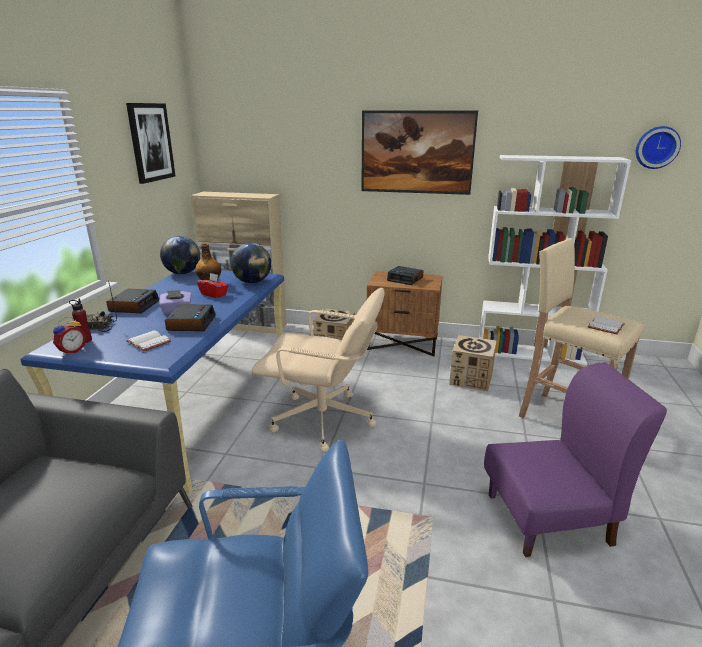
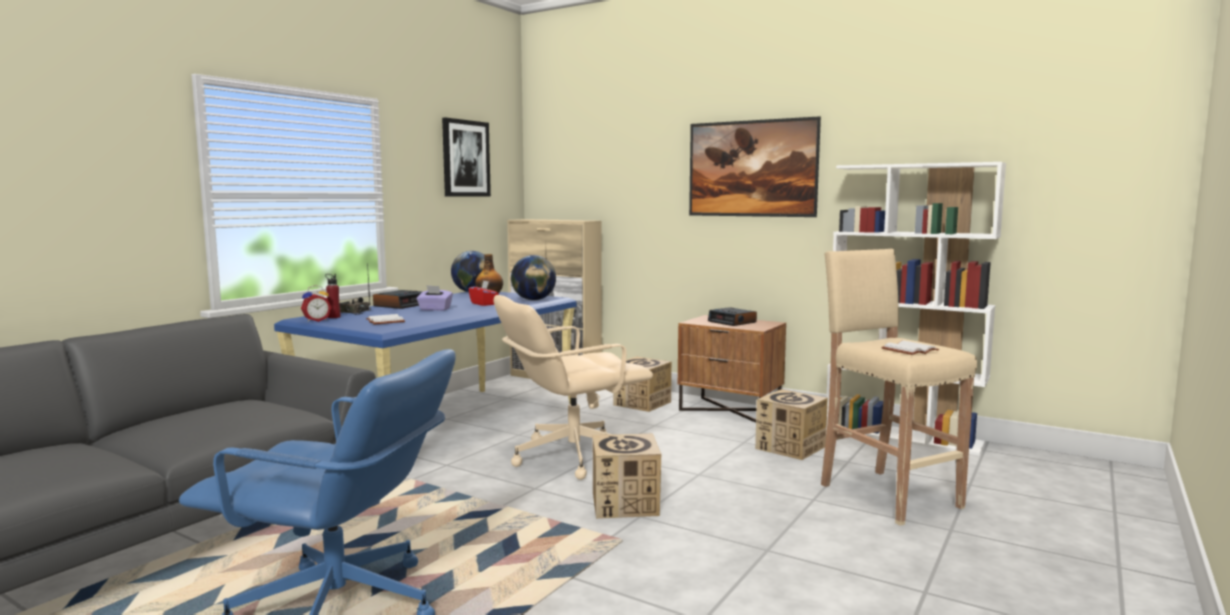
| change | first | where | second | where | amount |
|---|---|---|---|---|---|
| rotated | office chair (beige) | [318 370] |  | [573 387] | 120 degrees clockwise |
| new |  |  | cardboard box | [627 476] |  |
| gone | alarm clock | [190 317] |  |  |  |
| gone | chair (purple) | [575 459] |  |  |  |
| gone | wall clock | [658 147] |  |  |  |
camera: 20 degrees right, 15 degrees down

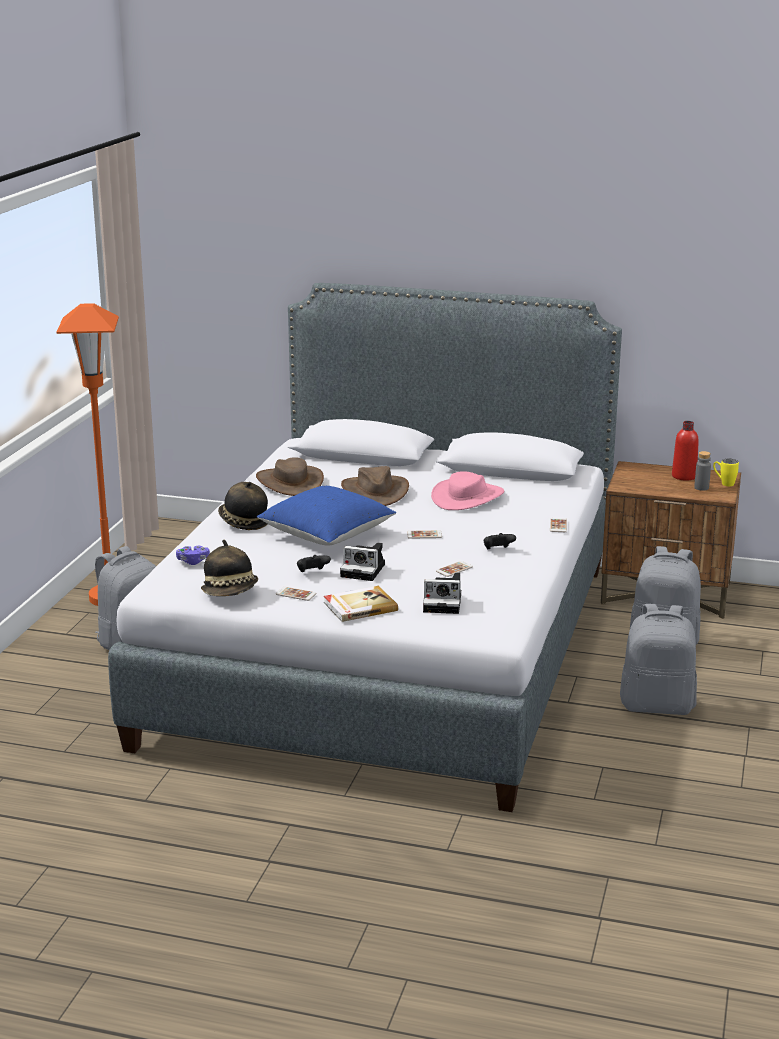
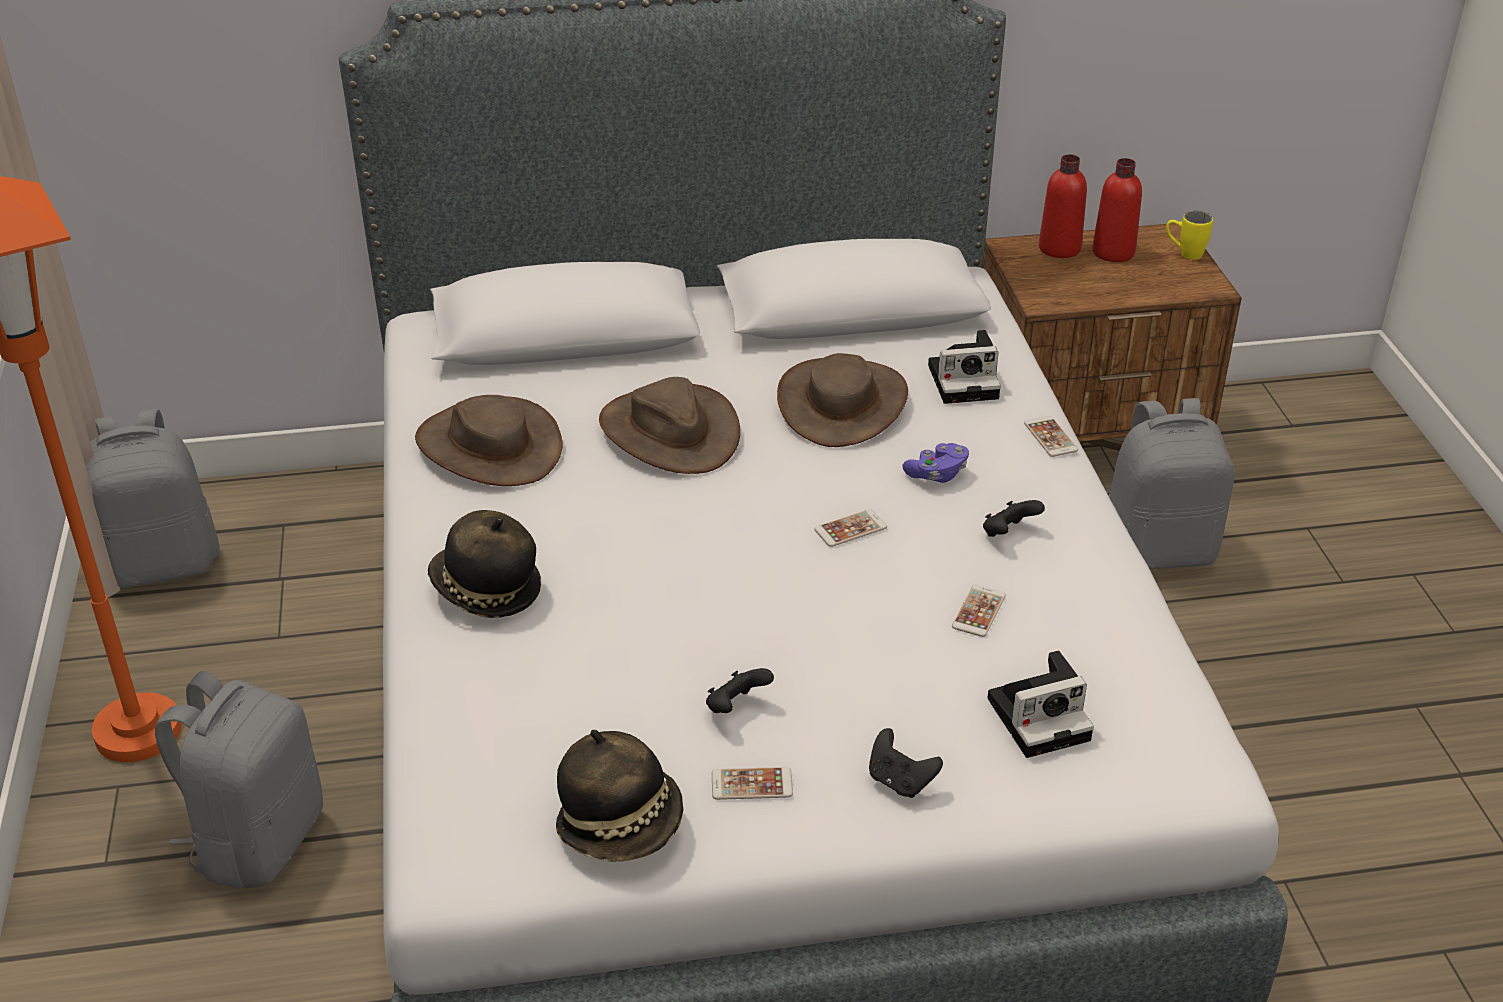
| change | first | where | second | where | amount |
|---|---|---|---|---|---|
| shifted | backpack (grey) | [658 659] |  | [153 499] |  |
| repainted | hat (pink) | [467 490] | hat (brown) | [842 400] |  |
| swapped | book | [361 604] | game controller (black) | [906 763] |  |
| shifted | game controller (purple) | [193 555] |  | [935 463] |  |
| shifted | photo camera | [362 561] |  | [964 367] |  |
| new |  |  | bottle (red) | [1063 206] |  |
| gone | pillow (blue) | [326 516] |  |  |  |
| gone | bottle (grey) | [702 471] |  |  |  |
camera: 25 degrees left, 15 degrees up

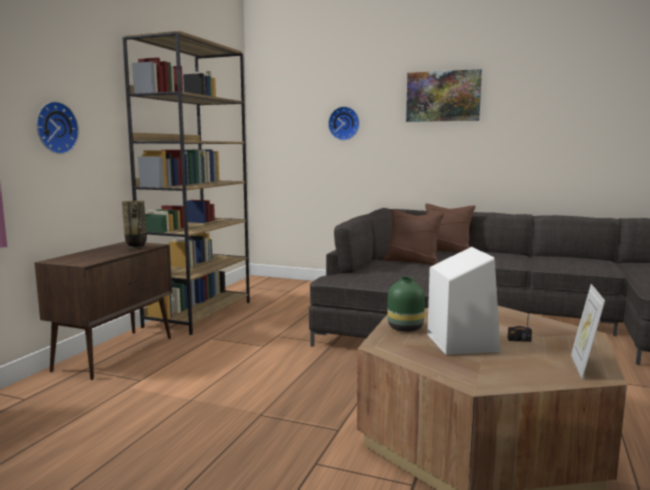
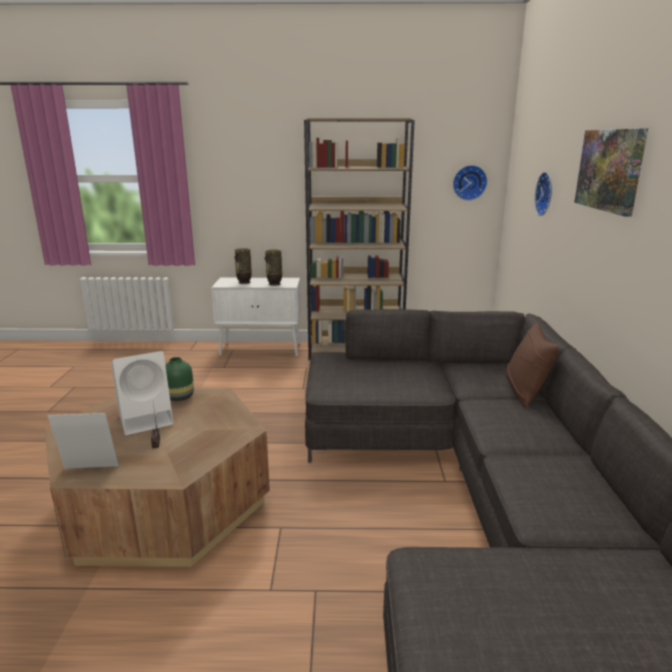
| change | first | where | second | where | amount |
|---|---|---|---|---|---|
| repainted | cabinet (brown) | [103 310] | cabinet (white) | [256 317] |  |
| new |  |  | vase | [243 266] |  |
| shifted | wall clock | [57 127] |  | [470 183] |  |
| gone | pillow (brown) | [414 237] |  |  |  |
camera: 70 degrees right, 10 degrees up

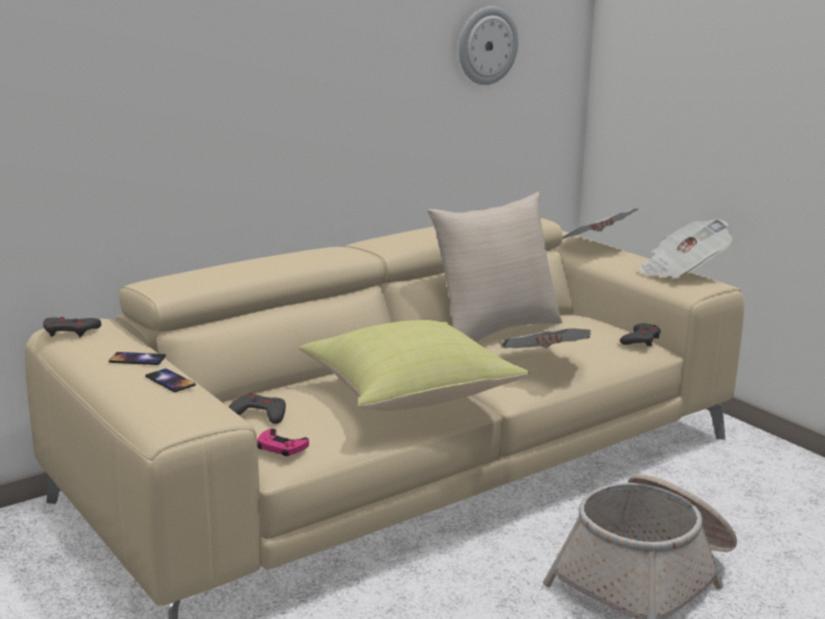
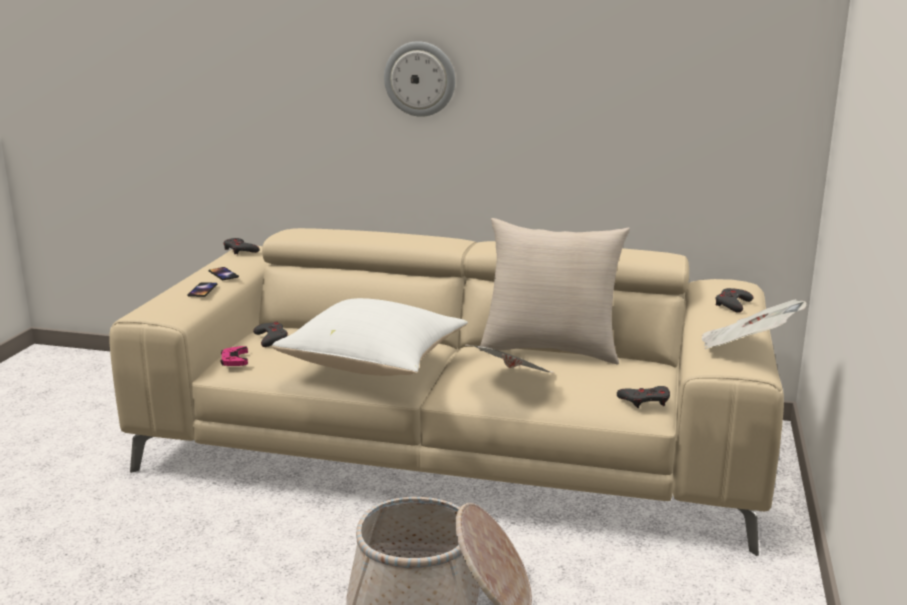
| change | first | where | second | where | amount |
|---|---|---|---|---|---|
| repainted | pillow (yellow) | [414 365] | pillow (white) | [370 337] |  |
| shifted | wall clock | [488 45] |  | [419 79] |  |
| swapped | newspaper | [600 223] | game controller (grey) | [734 300] |  |
camera: 50 degrees right, 0 degrees up

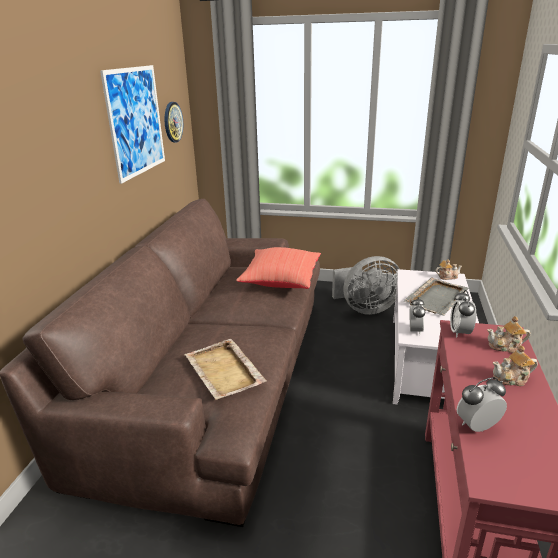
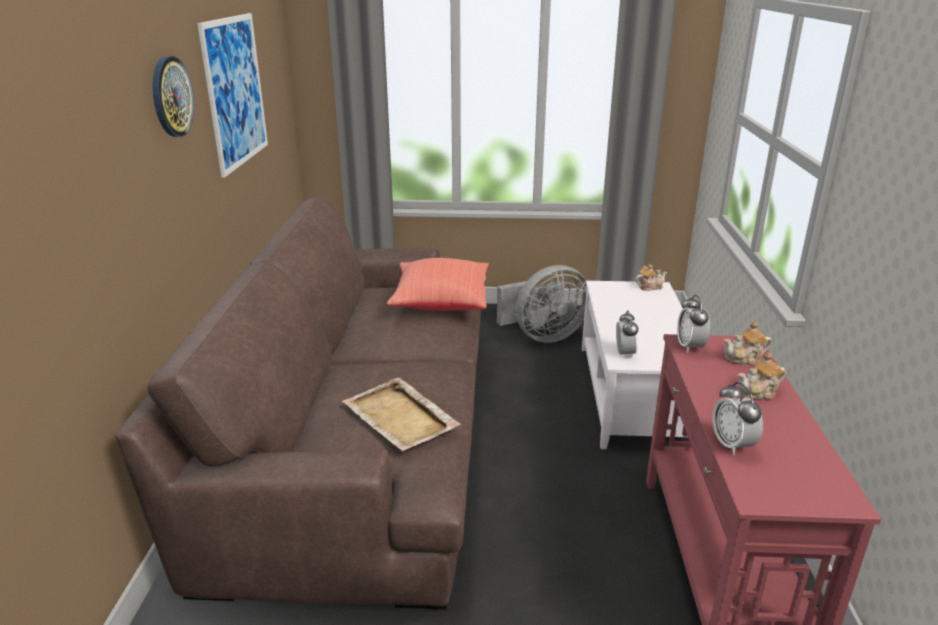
| change | first | where | second | where | amount |
|---|---|---|---|---|---|
| shifted | wall clock | [174 122] |  | [173 96] |  |
| rotated | alarm clock | [482 404] |  | [738 418] | 75 degrees counterclockwise |
| gone | tray (grey) | [436 296] |  |  |  |
camera: 10 degrees left, 0 degrees up

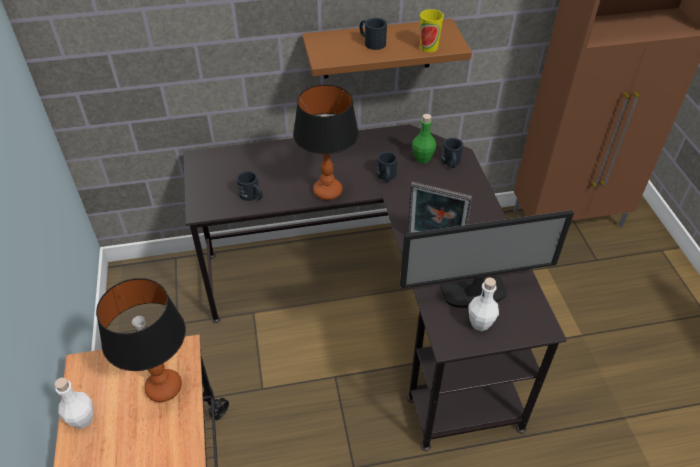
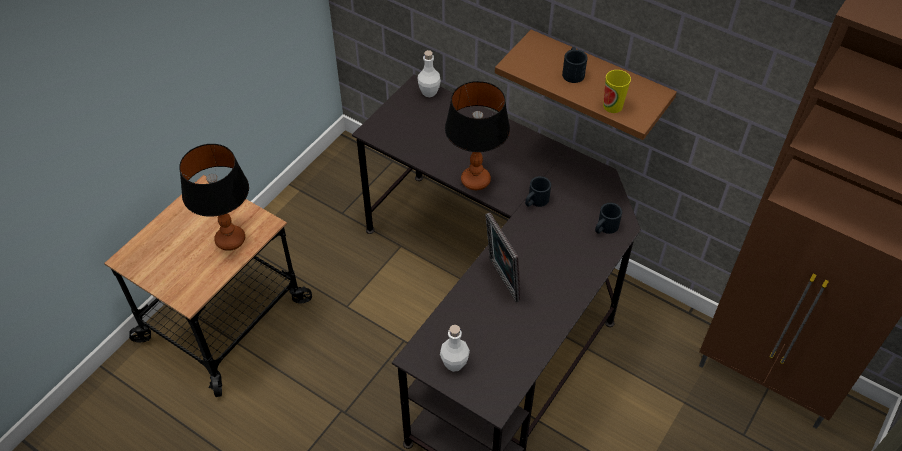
| change | first | where | second | where | amount |
|---|---|---|---|---|---|
| shifted | bottle (white) | [74 403] |  | [429 73] |  |
| gone | mug (black) | [250 186] |  |  |  |
| gone | monitor | [487 259] |  |  |  |
| gone | bottle (green) | [424 139] |  |  |  |
camera: 45 degrees right, 5 degrees up

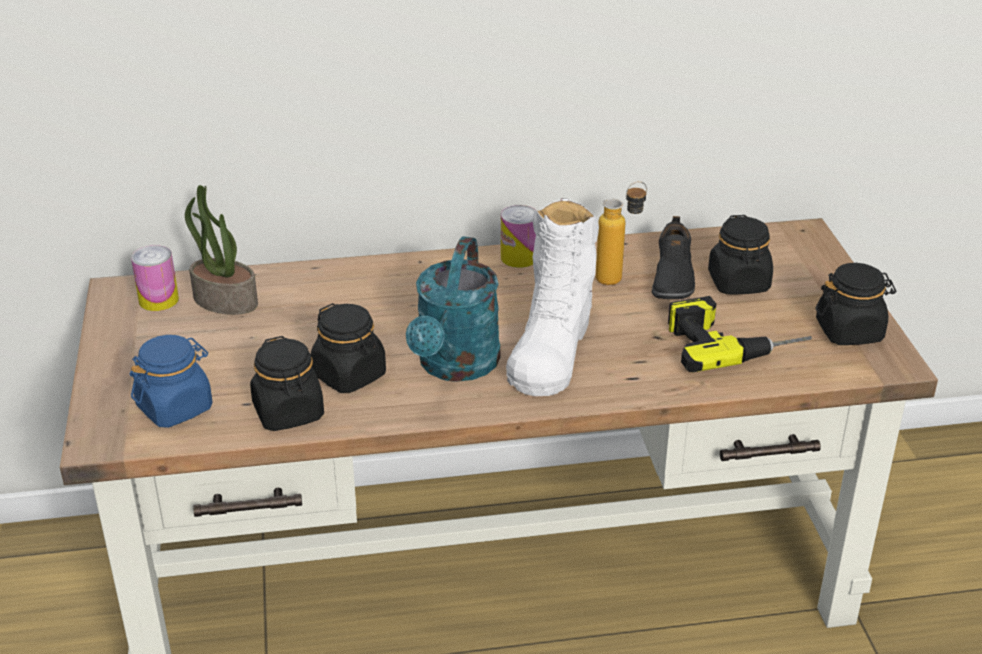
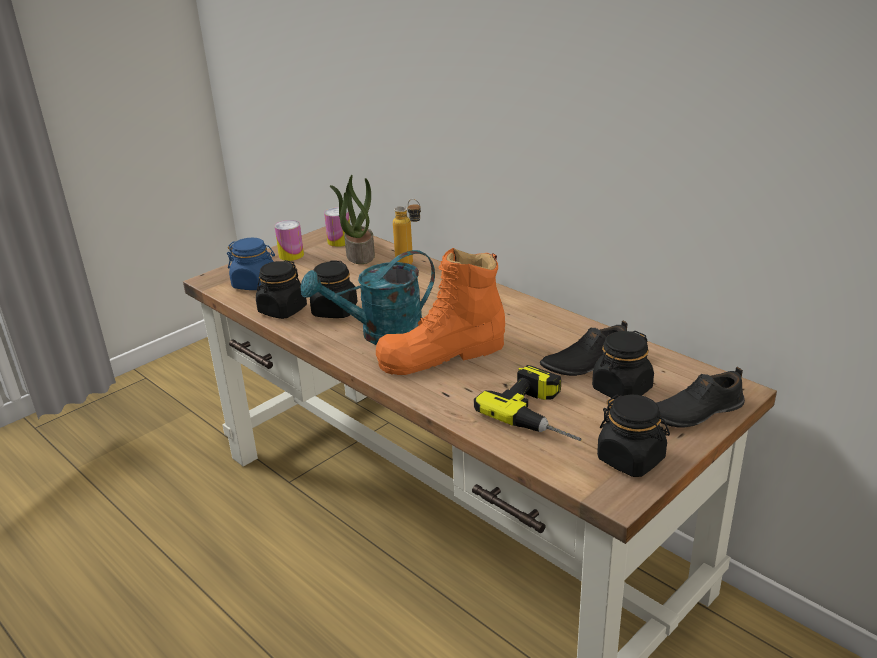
| change | first | where | second | where | amount |
|---|---|---|---|---|---|
| shifted | can | [518 236] |  | [289 240] |  |
| repainted | boot (white) | [552 297] | boot (orange) | [440 311] |  |
| shifted | bottle | [621 233] |  | [407 231] |  |
| new |  |  | shoe (black) | [700 397] |  |
camera: 55 degrees right, 5 degrees down

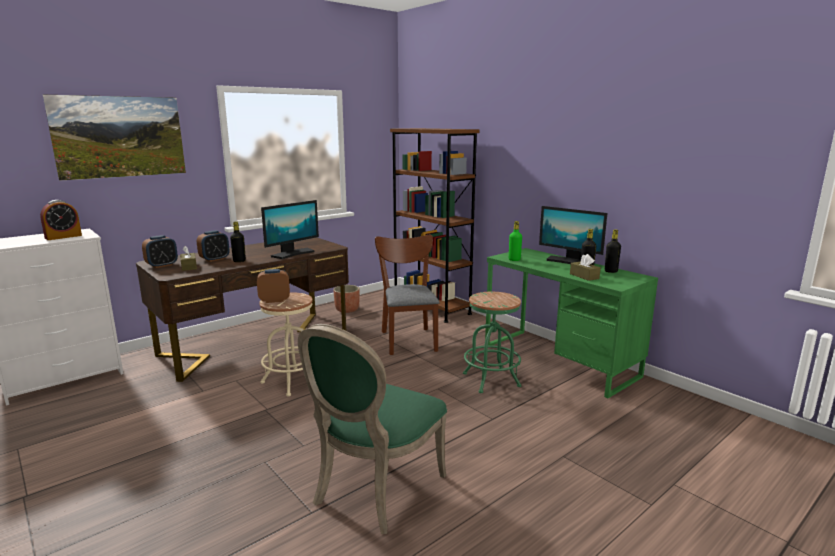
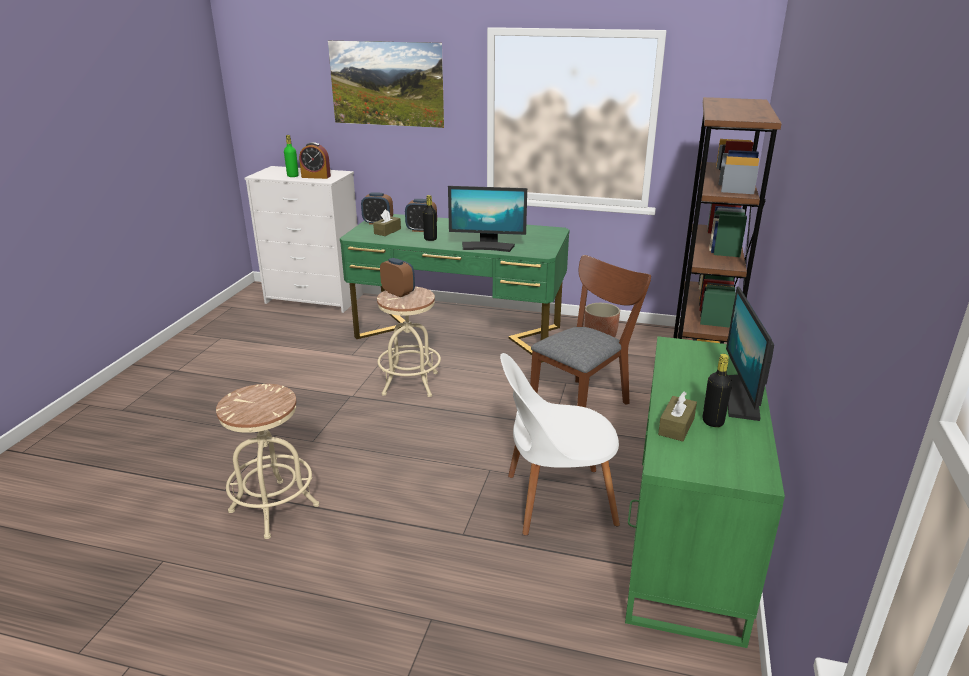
| change | first | where | second | where | amount |
|---|---|---|---|---|---|
| swapped | chair (green) | [372 429] | stool (beige) | [268 461] |  |
| shifted | bottle (green) | [515 241] |  | [291 156] |  |
| repainted | desk (brown) | [242 309] | desk (green) | [454 288] |  |
| swapped | stool (green) | [492 342] | chair (white) | [560 444] |  |
| gone | bottle (black) | [613 251] |  |  |  |
camera: 55 degrees right, 10 degrees up

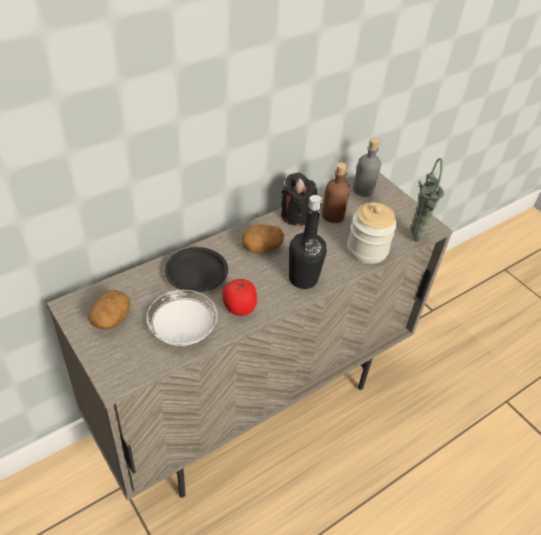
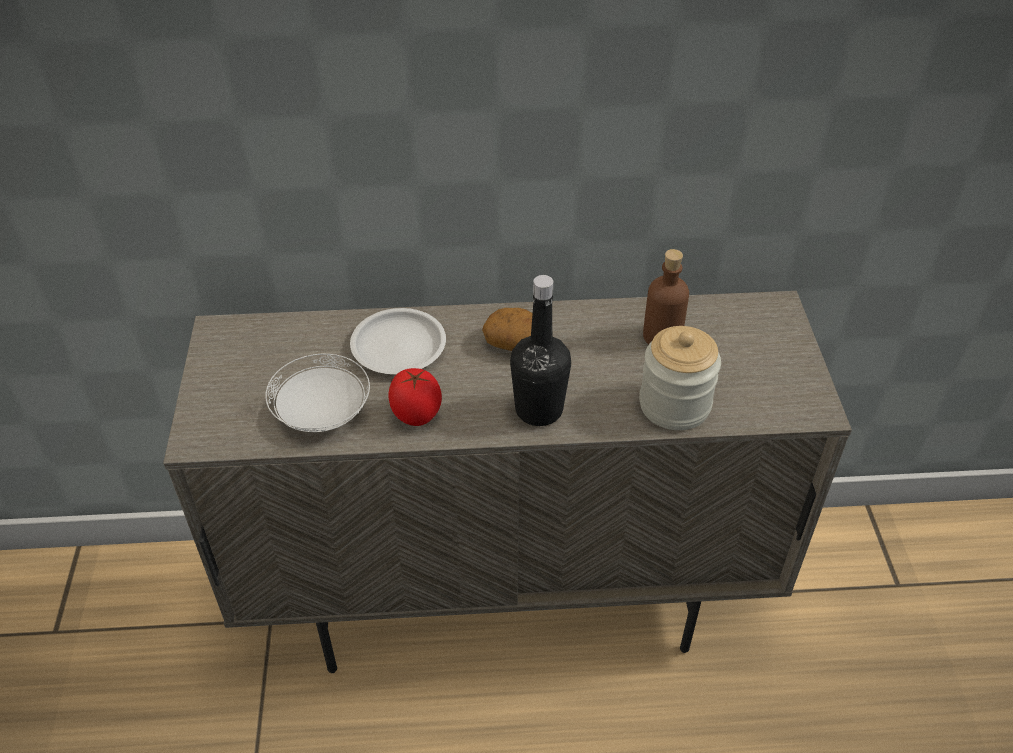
| change | first | where | second | where | amount |
|---|---|---|---|---|---|
| repainted | plate (black) | [196 270] | plate (white) | [398 341] |  |
| gone | potato | [109 309] |  |  |  |
| gone | candle (black) | [299 199] |  |  |  |
| gone | bottle (grey) | [367 167] |  |  |  |
| gone | vase (green) | [427 200] |  |  |  |
camera: 35 degrees right, 0 degrees up

